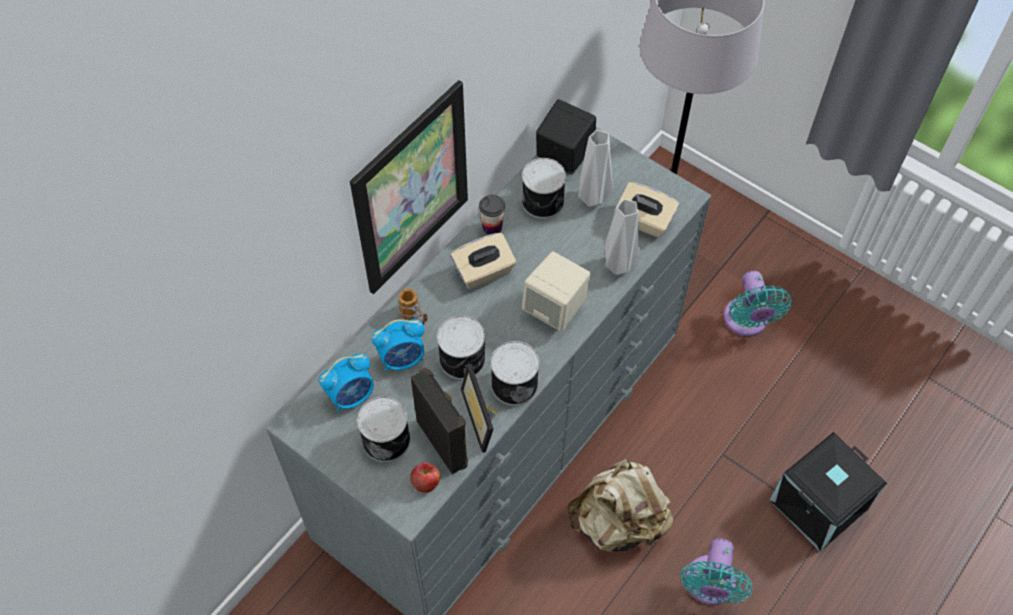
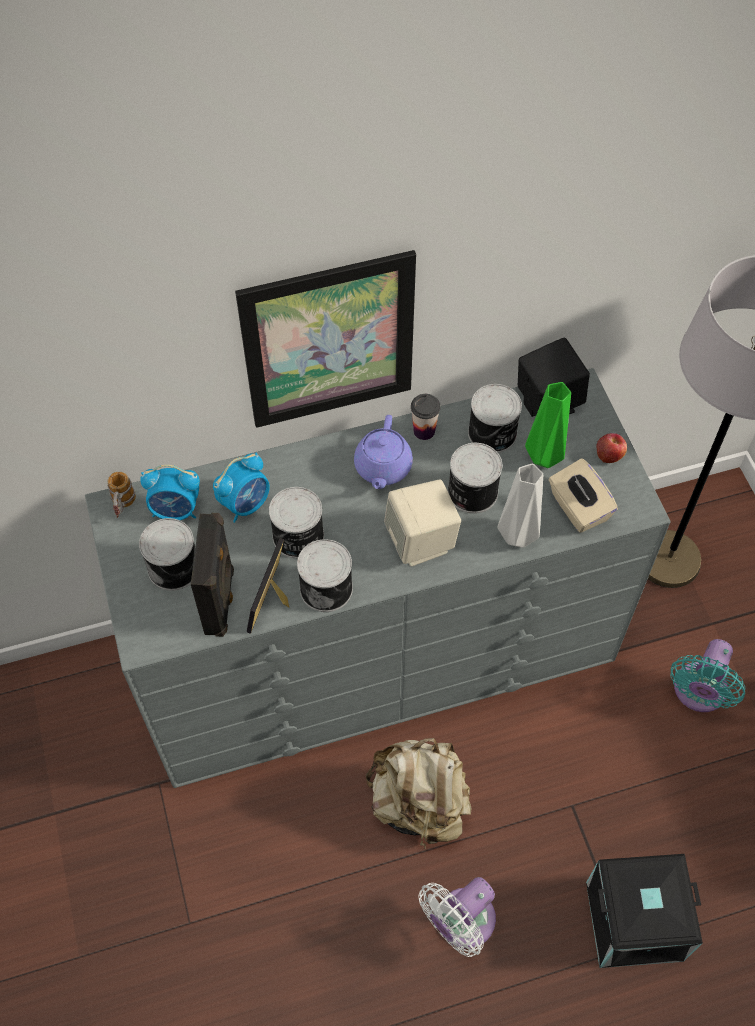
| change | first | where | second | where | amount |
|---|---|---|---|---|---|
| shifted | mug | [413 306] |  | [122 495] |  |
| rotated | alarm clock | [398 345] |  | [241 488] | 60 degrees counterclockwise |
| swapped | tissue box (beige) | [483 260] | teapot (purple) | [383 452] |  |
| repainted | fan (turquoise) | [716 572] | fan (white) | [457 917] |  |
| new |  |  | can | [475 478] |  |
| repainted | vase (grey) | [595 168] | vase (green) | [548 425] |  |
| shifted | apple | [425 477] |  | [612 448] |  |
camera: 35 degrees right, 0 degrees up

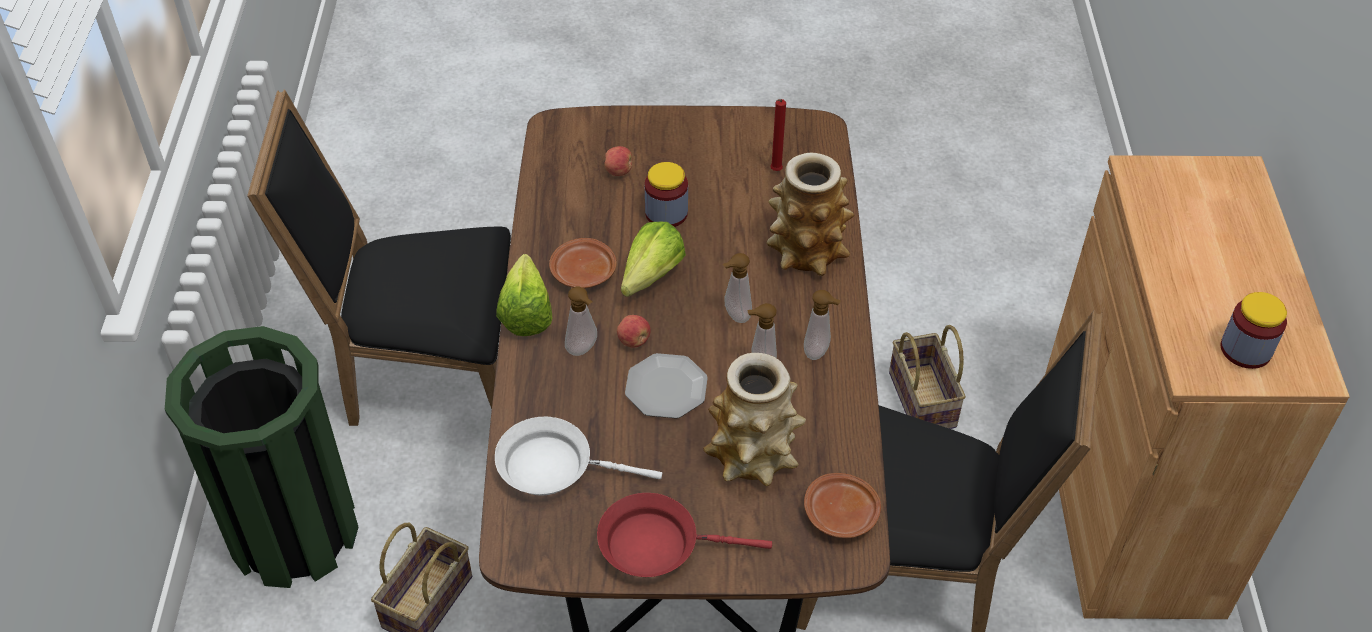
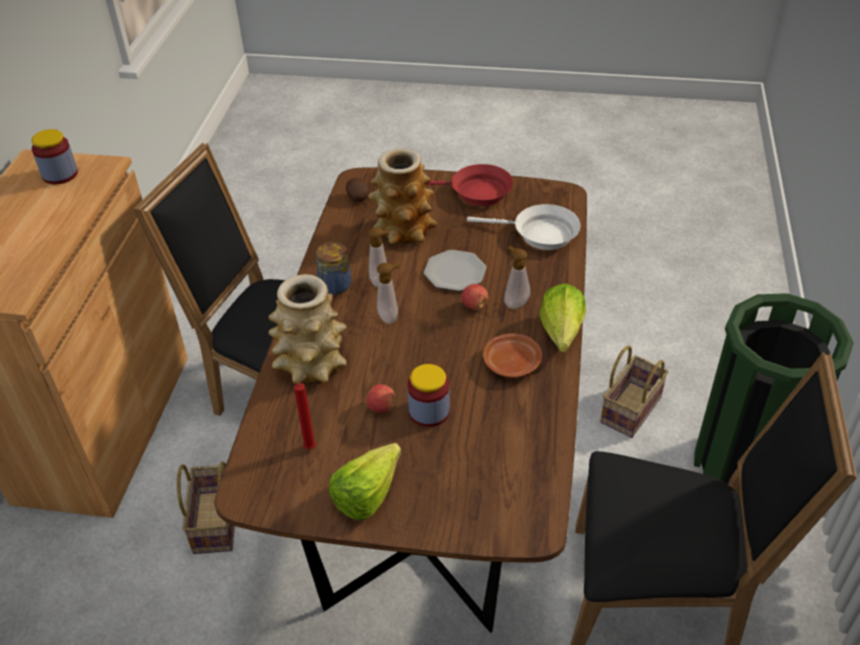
| change | first | where | second | where | amount |
|---|---|---|---|---|---|
| swapped | soap dispenser | [822 325] | jar | [333 268] |  |
| shifted | lettuce | [653 259] |  | [365 481] |  |
| swapped | plate (brown) | [842 505] | potato | [358 190] |  |
| shifted | apple | [618 161] |  | [381 398] |  |
camera: 170 degrees left, 5 degrees down

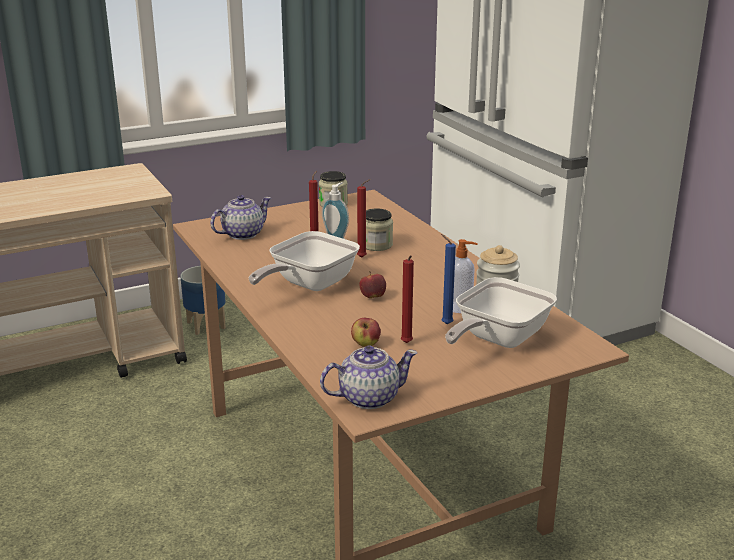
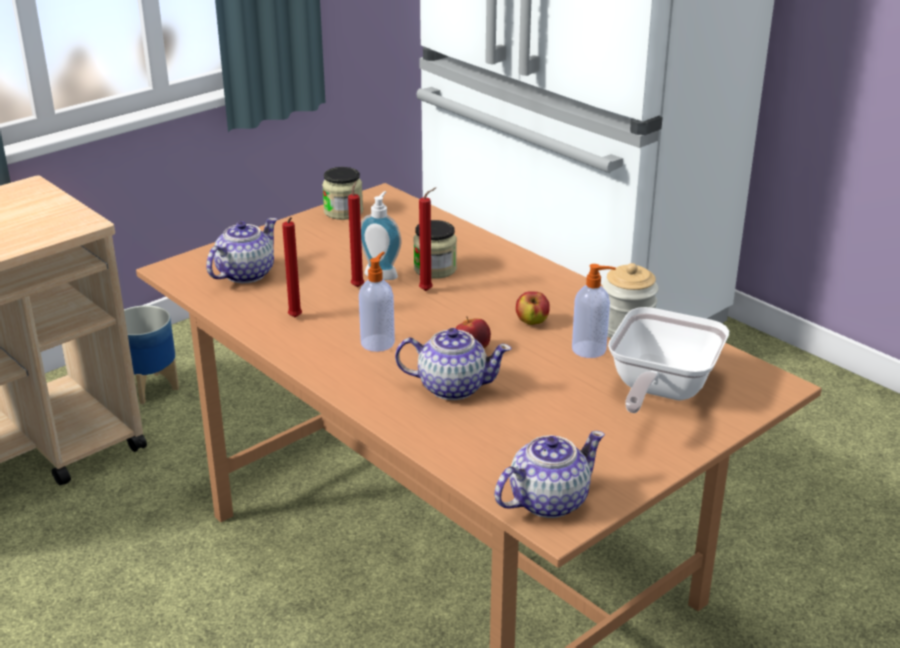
| change | first | where | second | where | amount |
|---|---|---|---|---|---|
| shifted | candle (red) | [407 299] |  | [292 267] |  |
| swapped | frying pan | [304 261] | soap dispenser | [377 302] |  |
| new |  |  | teapot | [453 364] |  |
| shifted | apple | [366 332] |  | [533 308] |  |
| gone | candle (blue) | [448 279] |  |  |  |
camera: 15 degrees left, 5 degrees up

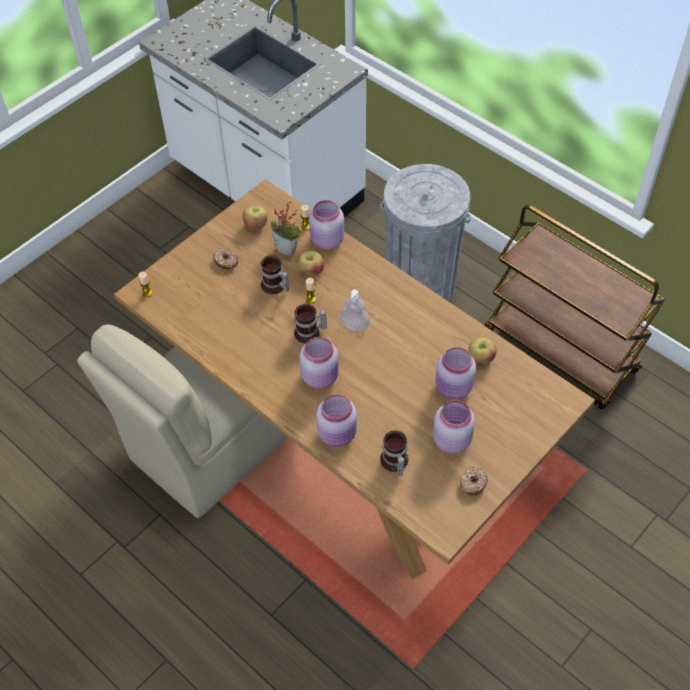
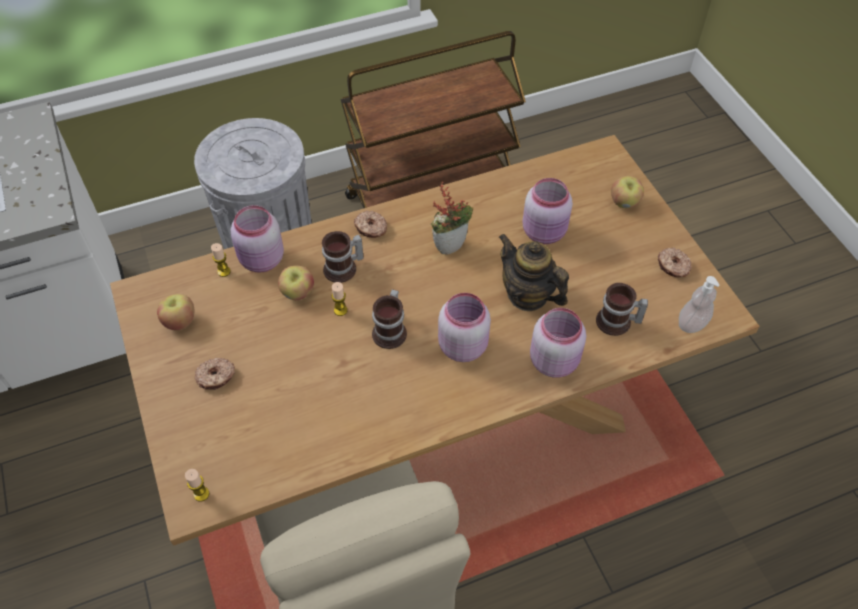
| change | first | where | second | where | amount |
|---|---|---|---|---|---|
| shifted | mug | [274 274] |  | [343 257] |  |
| new |  |  | donut | [370 224] |  |
| shifted | potted plant | [285 228] |  | [452 218] |  |
| new |  |  | teapot | [534 272] |  |
| shifted | apple | [482 350] |  | [627 192] |  |
| shifted | soap dispenser | [355 310] |  | [699 304] |  |
| gone | jar (pink) | [454 427] |  |  |  |
camera: 65 degrees left, 0 degrees up

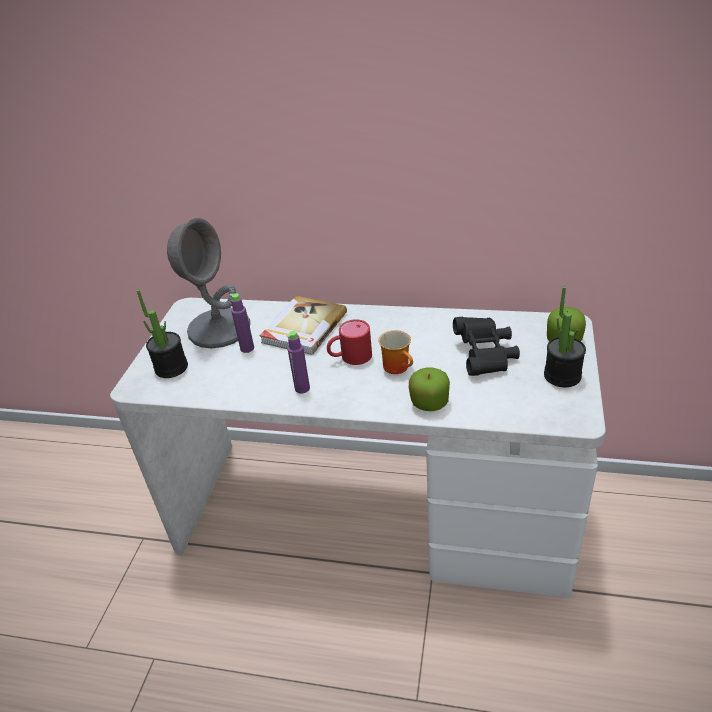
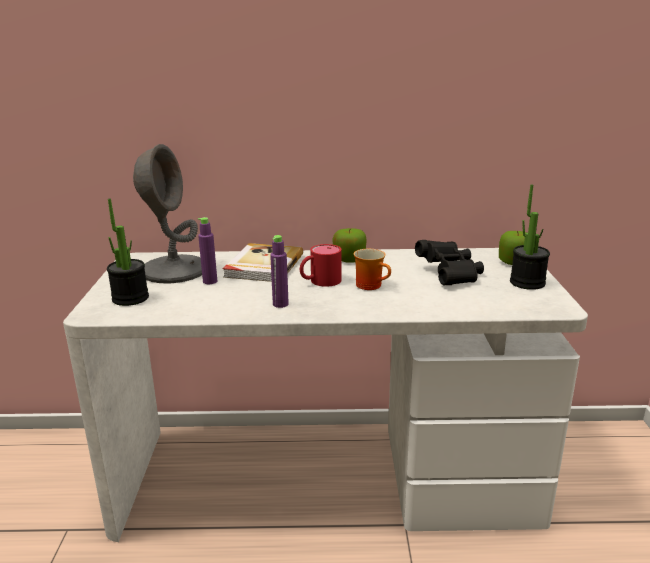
| change | first | where | second | where | amount |
|---|---|---|---|---|---|
| shifted | apple | [429 389] |  | [349 245] |  |
camera: 15 degrees left, 15 degrees down

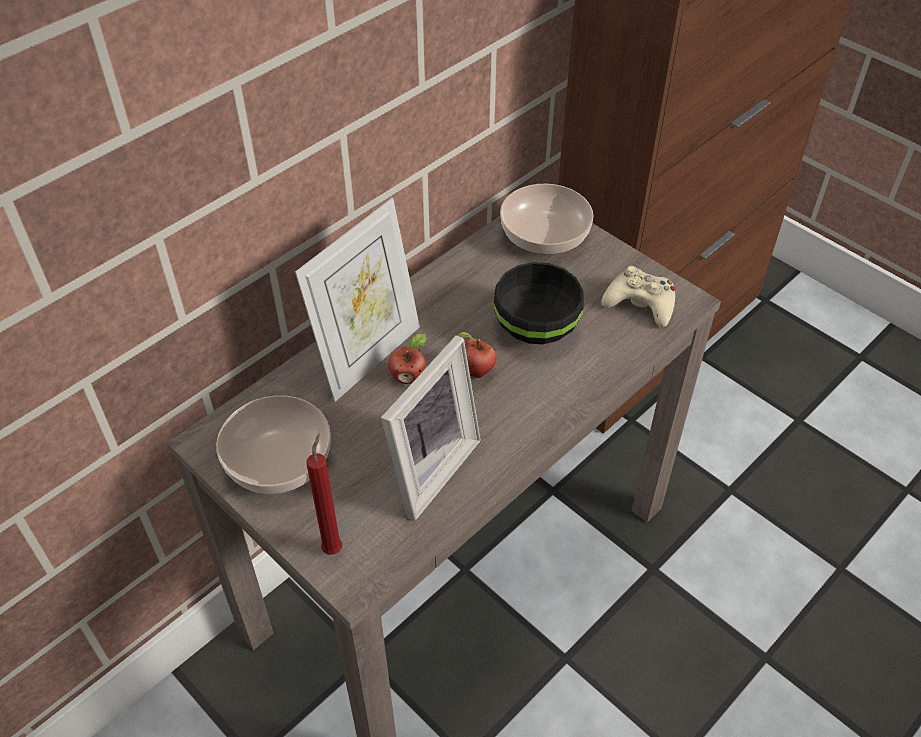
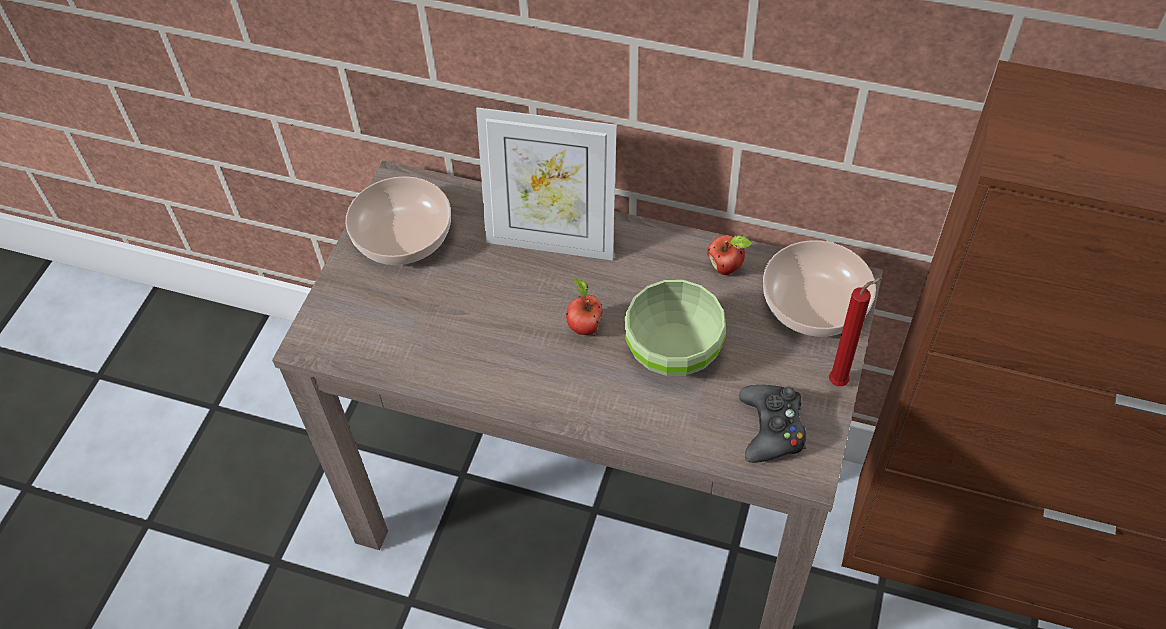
| change | first | where | second | where | amount |
|---|---|---|---|---|---|
| repainted | bowl (black) | [539 303] | bowl (green) | [675 328] |  |
| shifted | apple | [407 359] |  | [729 255] |  |
| repainted | game controller (beige) | [638 296] | game controller (black) | [772 424] |  |
| shifted | candle (red) | [324 494] |  | [855 332] |  |
| gone | picture frame | [431 428] |  |  |  |
camera: 65 degrees right, 5 degrees up

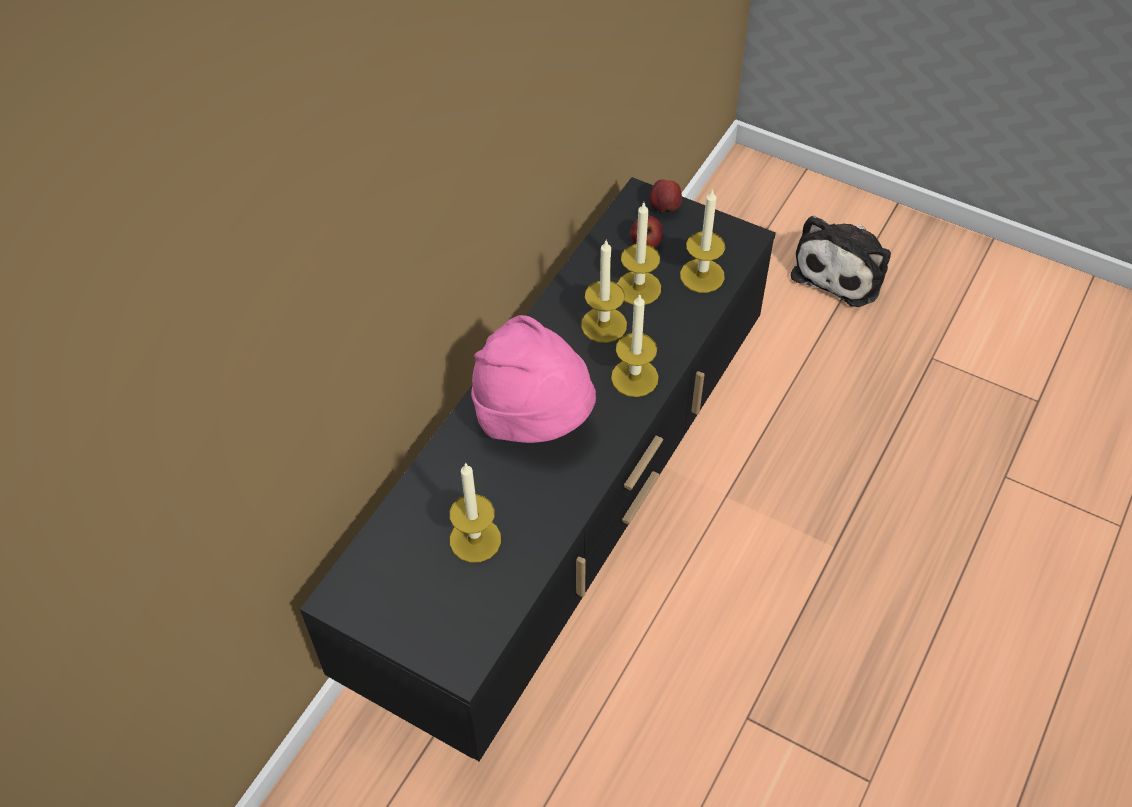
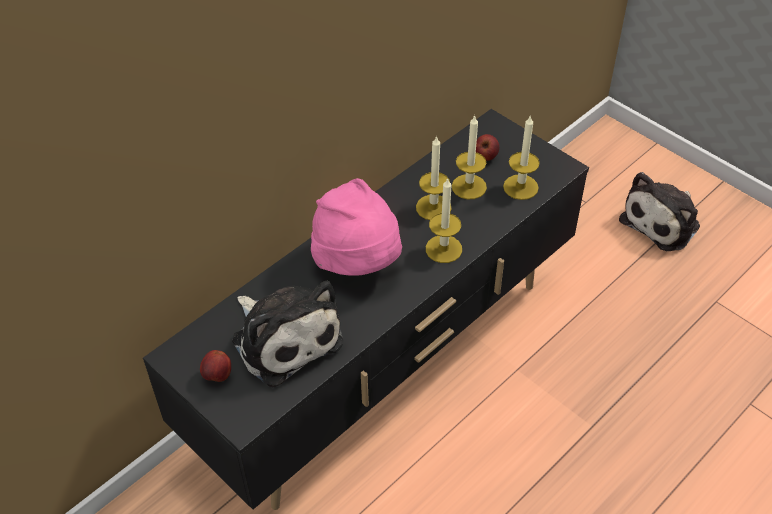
| change | first | where | second | where | amount |
|---|---|---|---|---|---|
| shifted | apple | [666 196] |  | [215 366] |  |
| swapped | candle | [475 512] | plush toy | [288 334] |  |
camera: 15 degrees right, 5 degrees down

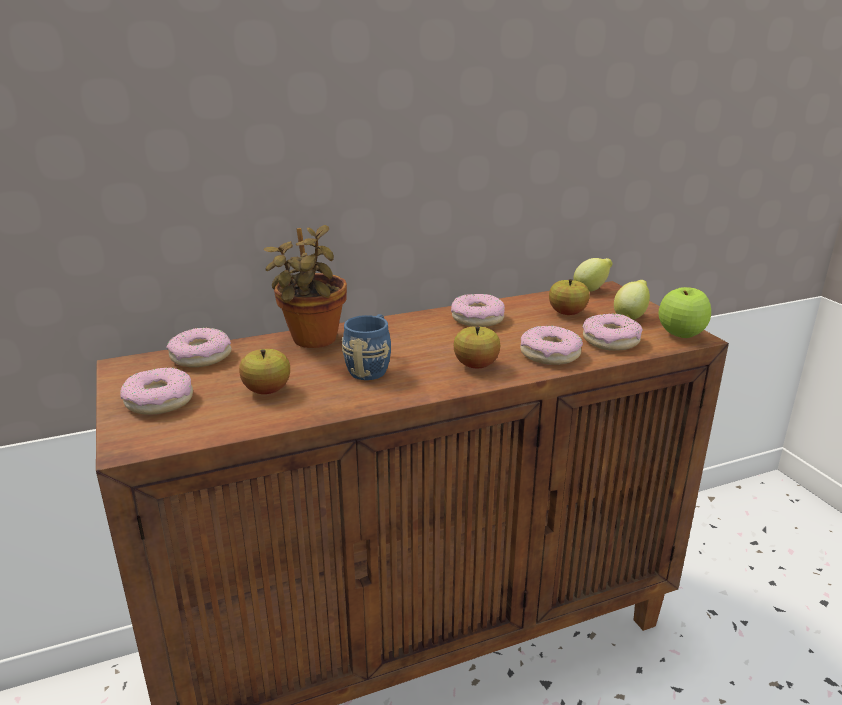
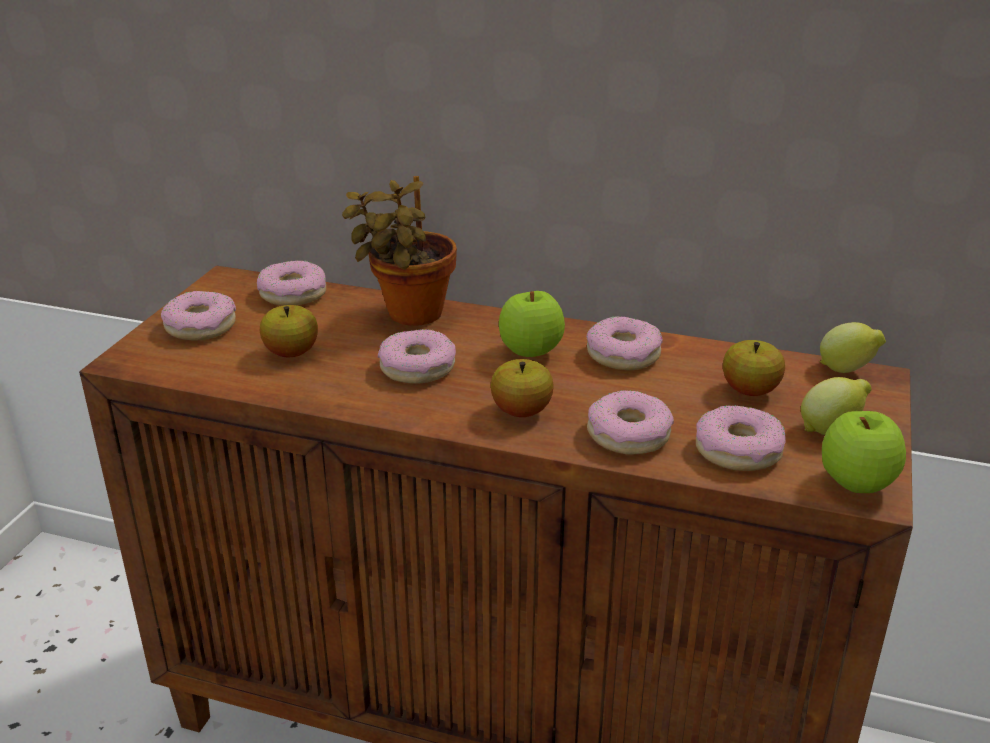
| change | first | where | second | where | amount |
|---|---|---|---|---|---|
| swapped | mug (blue) | [366 347] | donut | [417 356] |  |
| new |  |  | apple | [532 324] |  |
camera: 40 degrees right, 5 degrees up

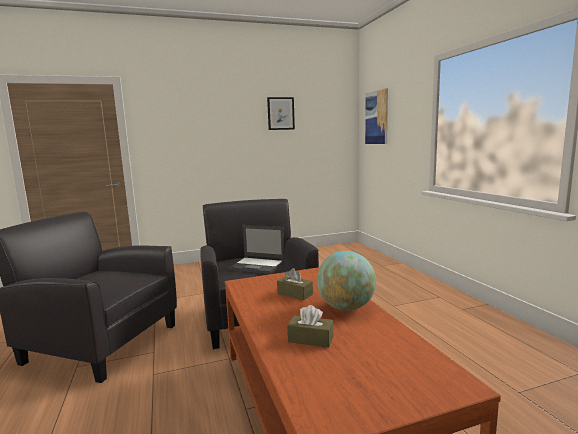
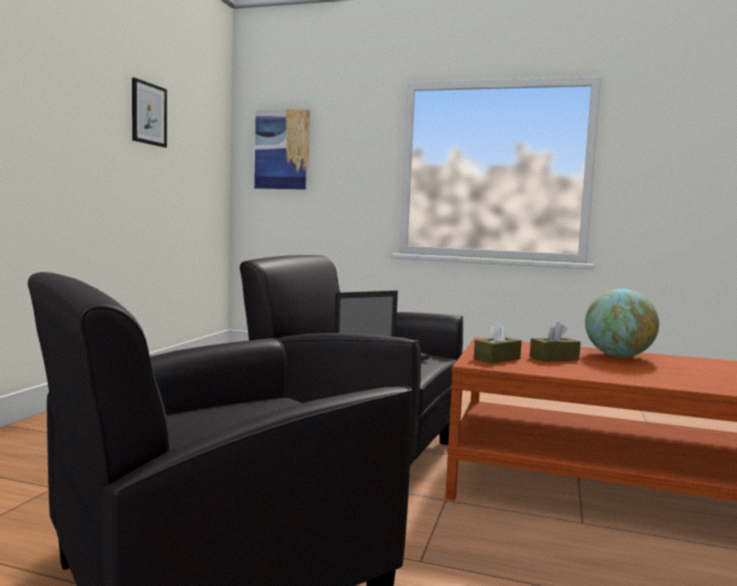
| change | first | where | second | where | amount |
|---|---|---|---|---|---|
| shifted | tissue box (brown) | [310 326] |  | [498 342] |  |
camera: 55 degrees left, 5 degrees down

